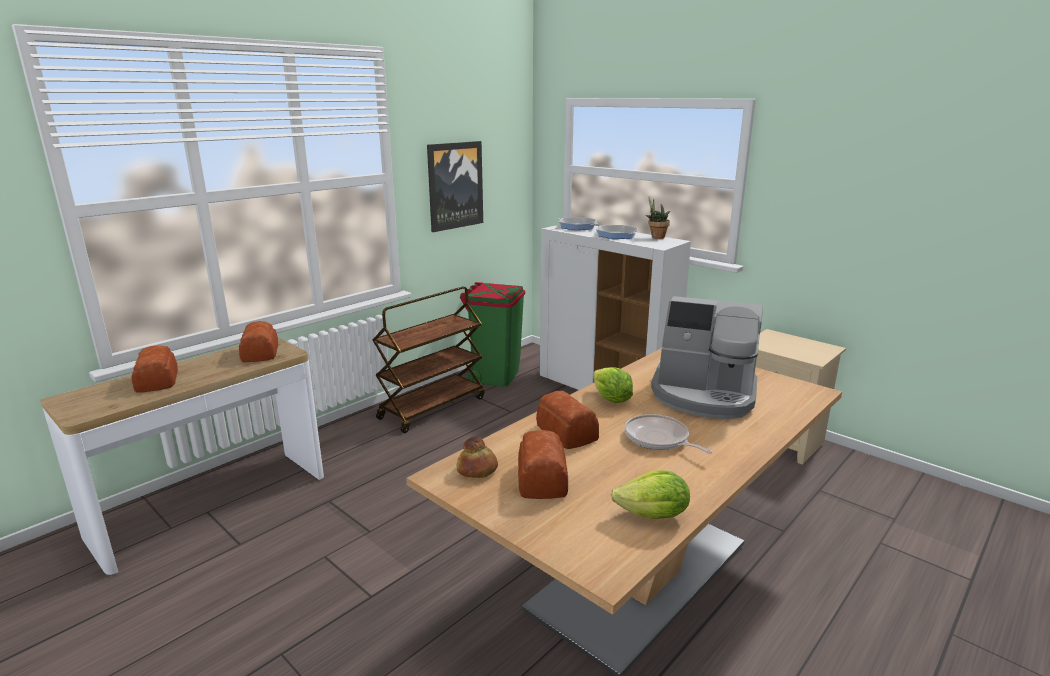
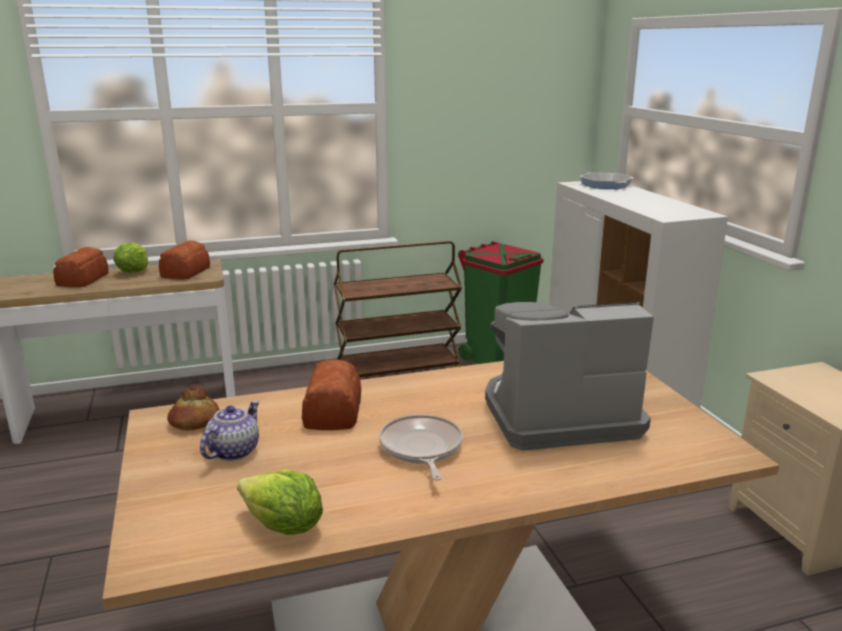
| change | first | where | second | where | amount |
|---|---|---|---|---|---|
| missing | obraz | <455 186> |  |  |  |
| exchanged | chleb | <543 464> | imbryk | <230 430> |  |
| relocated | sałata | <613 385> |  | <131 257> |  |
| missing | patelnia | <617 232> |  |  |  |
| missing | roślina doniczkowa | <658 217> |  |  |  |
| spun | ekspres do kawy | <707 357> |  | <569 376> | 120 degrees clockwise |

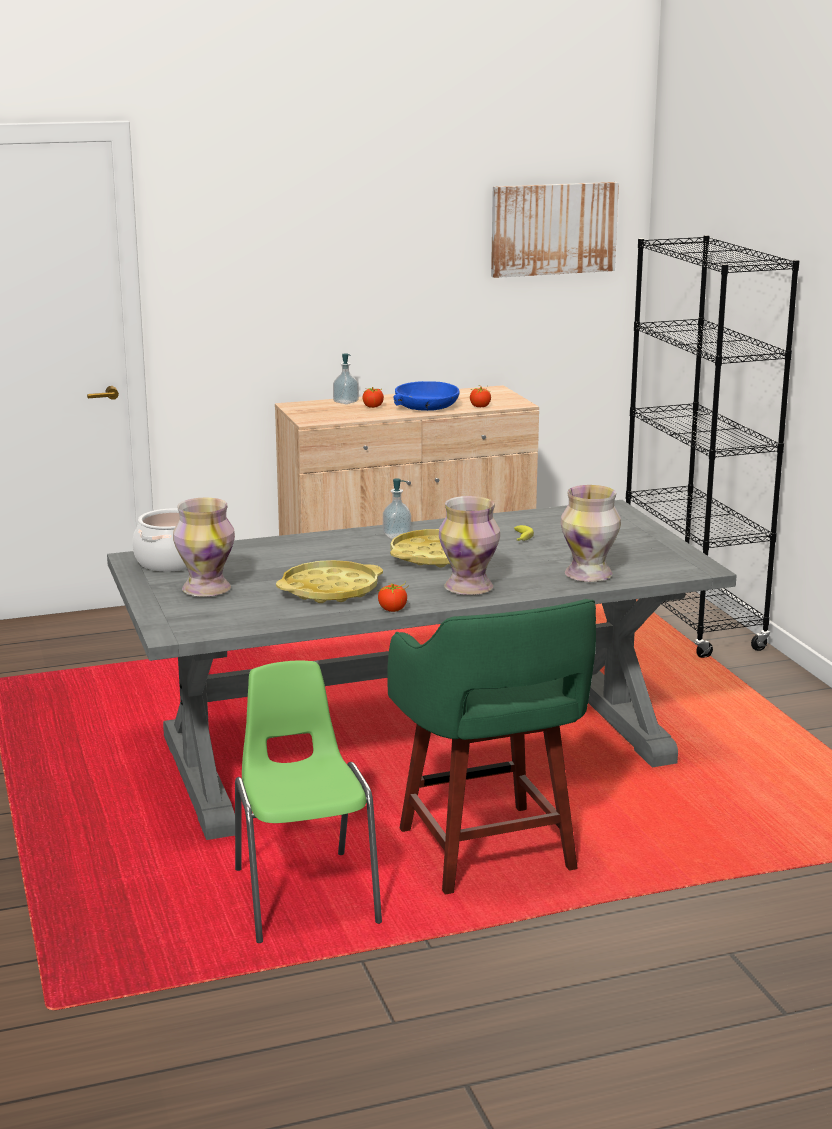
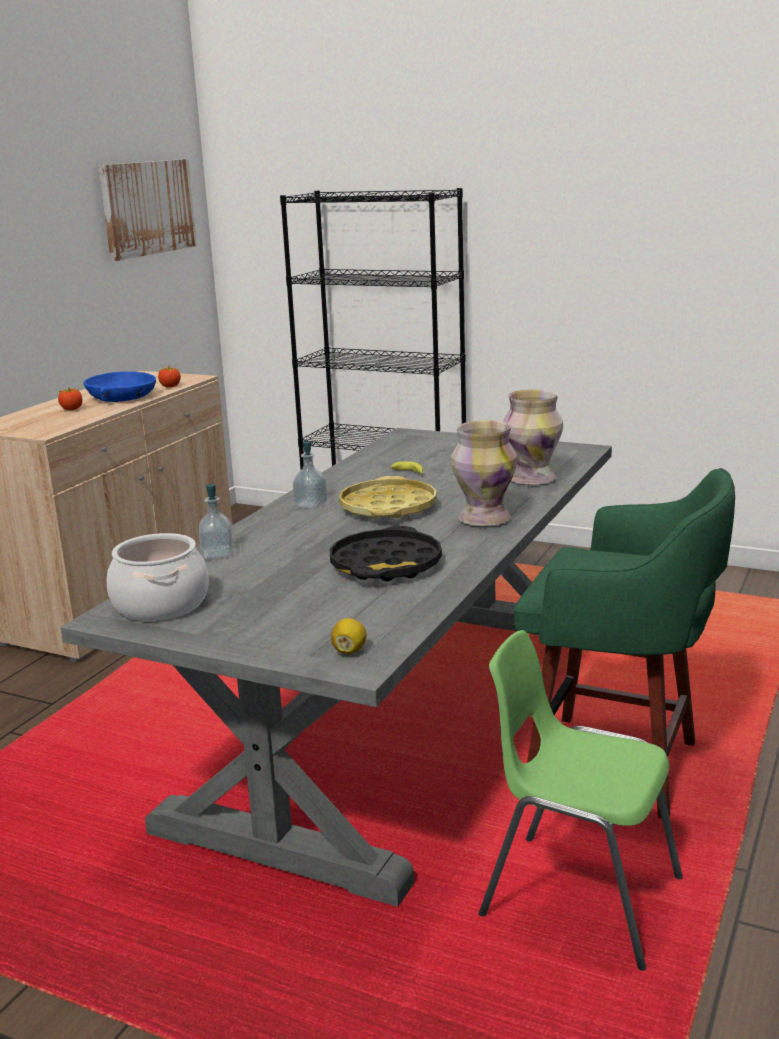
| change | first | where | second | where | amount |
|---|---|---|---|---|---|
| missing | wazon | <204 547> |  |  |  |
| colour | taca [żółty] | <329 581> | taca [czarny] | <386 553> |  |
| relocated | dozownik mydła | <346 378> |  | <216 522> |  |
| missing | pomidor | <393 597> |  |  |  |
| appeared |  |  | cytryna | <348 636> |  |

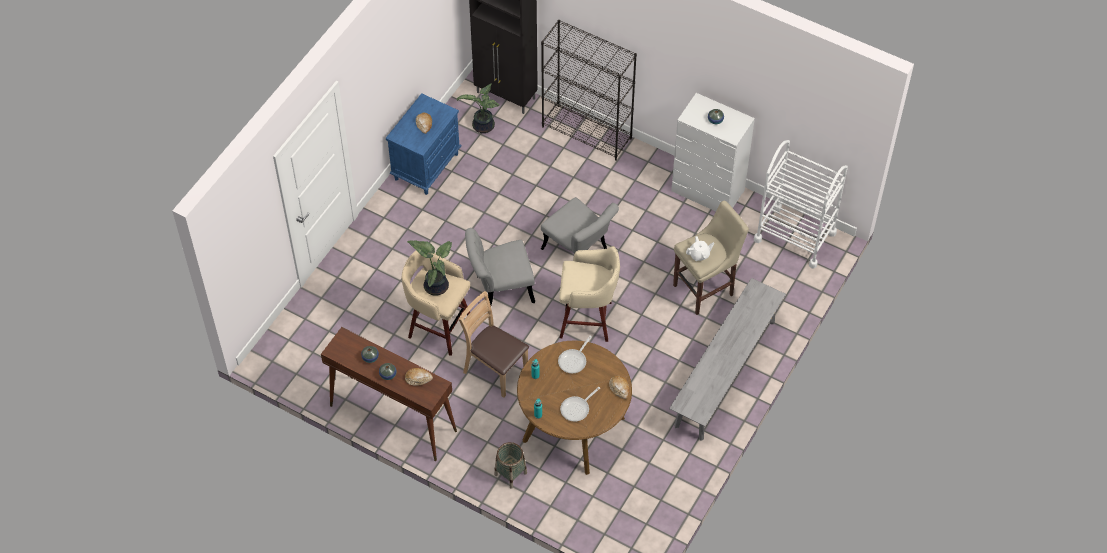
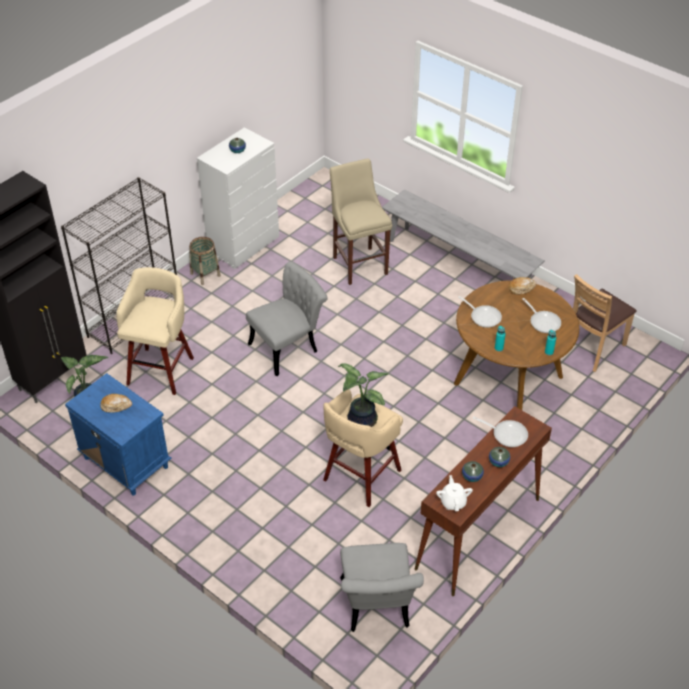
| change | first | where | second | where | amount |
|---|---|---|---|---|---|
| exchanged | chleb | <419 377> | patelnia | <500 432> |  |
| relocated | krzesło [brązowy] | <493 344> |  | <605 323> |  |
| relocated | krzesło [szary] | <500 266> |  | <382 587> |  |
| relocated | koszyk | <510 465> |  | <205 261> |  |
| relocated | stołek [beżowy] | <589 294> |  | <155 331> |  |
| relocated | imbryk [biały] | <700 248> |  | <454 493> |  |
| missing | wózek [biały] | <801 204> |  |  |  |

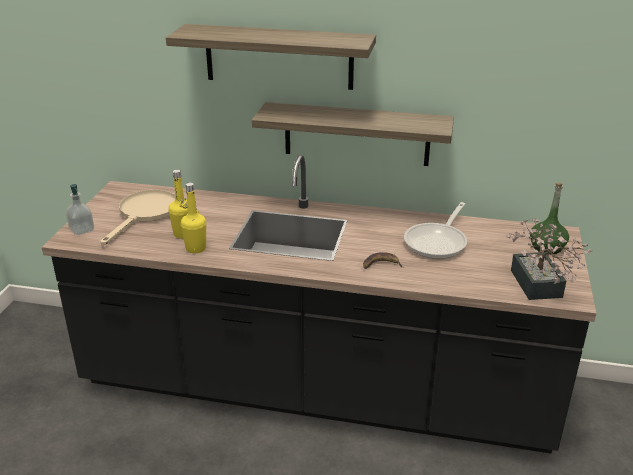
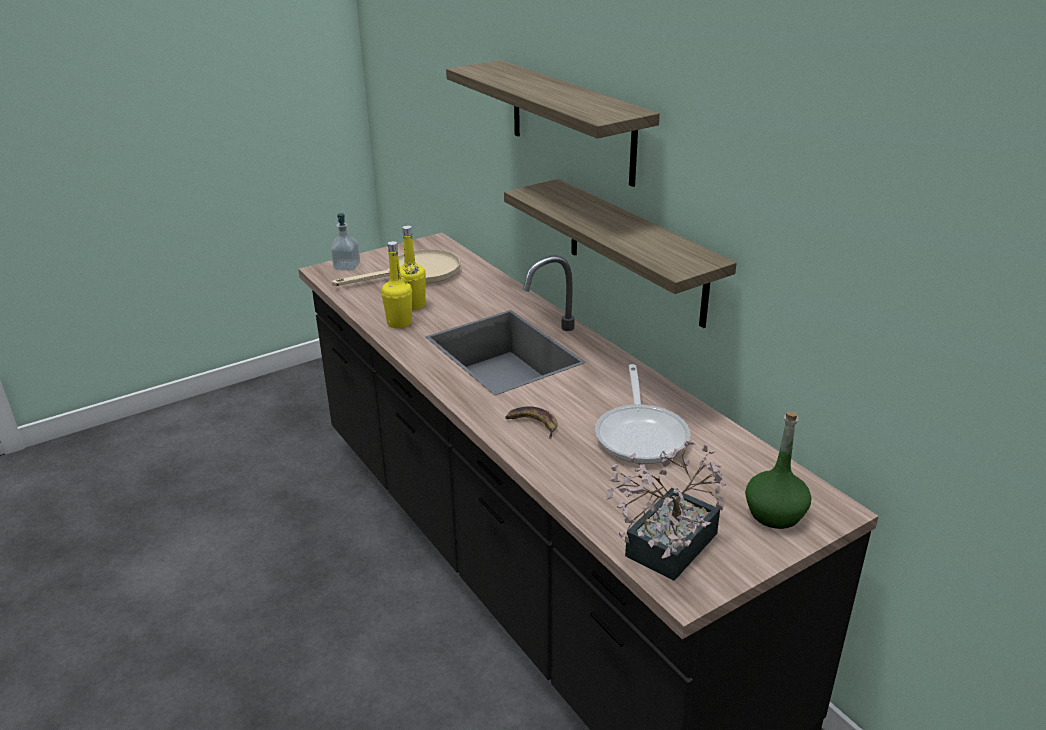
| change | first | where | second | where | amount |
|---|---|---|---|---|---|
| spun | patelnia | <435 230> |  | <643 414> | 75 degrees counterclockwise |

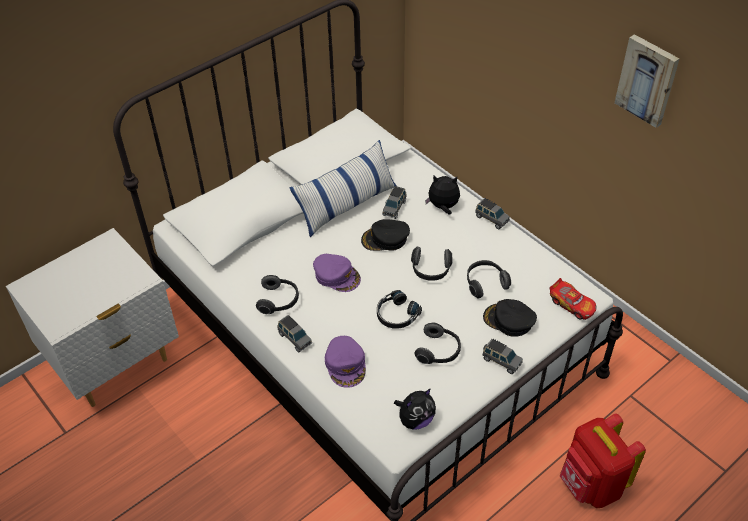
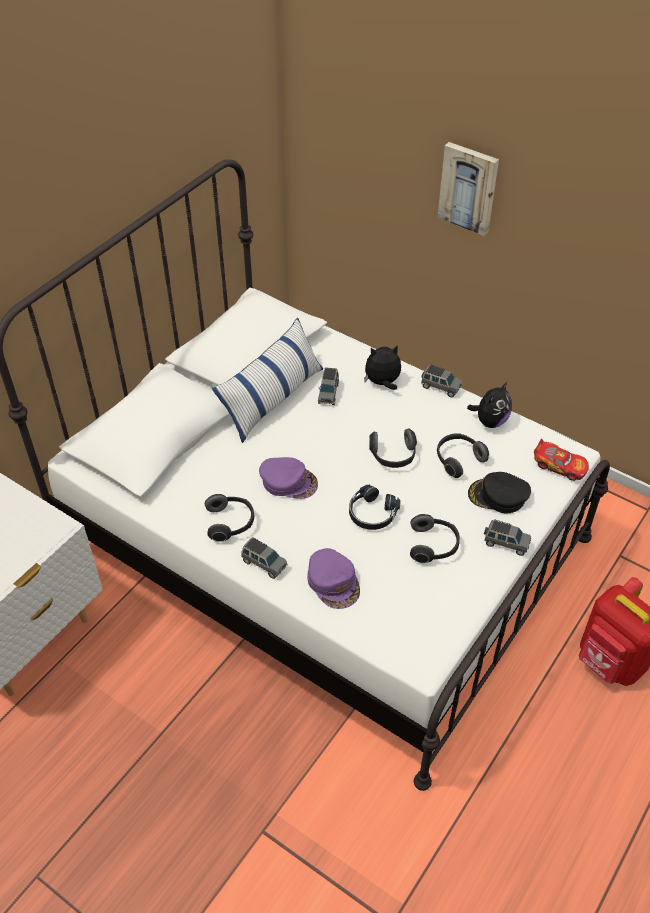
| change | first | where | second | where | amount |
|---|---|---|---|---|---|
| missing | czapka z daszkiem [czarny] | <385 235> |  |  |  |
| relocated | pluszak | <415 409> |  | <489 404> |  |
| relocated | obraz | <647 81> |  | <468 189> |  |

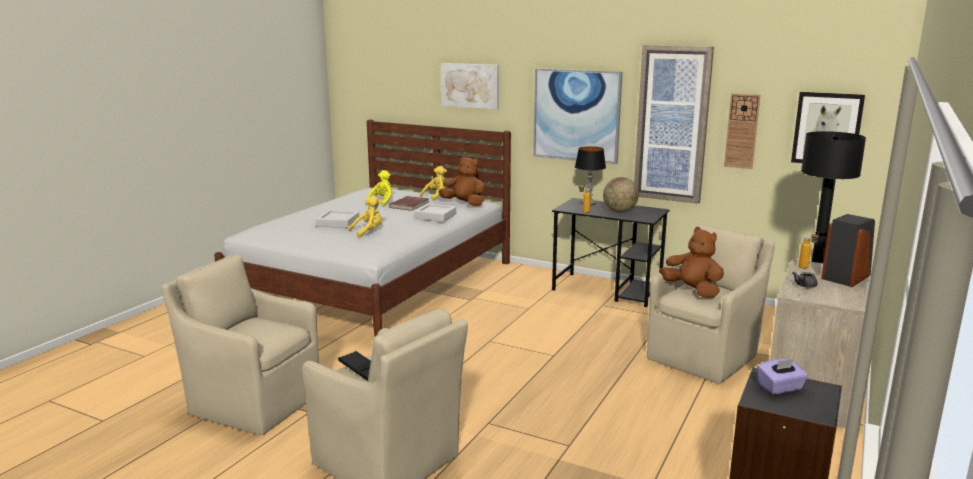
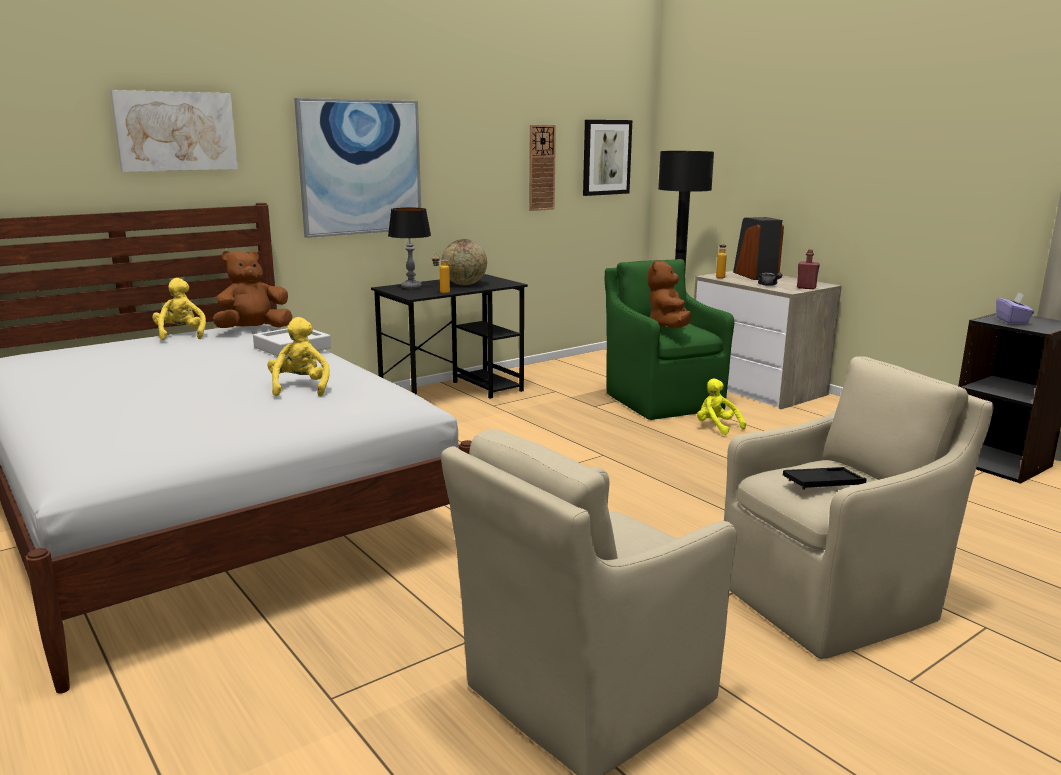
| change | first | where | second | where | amount |
|---|---|---|---|---|---|
| missing | taca [szary] | <337 219> |  |  |  |
| relocated | pluszak [żółty] | <379 188> |  | <721 406> |  |
| missing | książka [czerwony] | <409 203> |  |  |  |
| missing | obraz | <674 124> |  |  |  |
| colour | fotel [beżowy] | <711 304> | fotel [zielony] | <669 339> |  |
| spun | pluszak [brązowy] | <691 262> |  | <669 294> | 60 degrees counterclockwise |
| appeared |  |  | butelka [czerwony] | <808 269> |  |

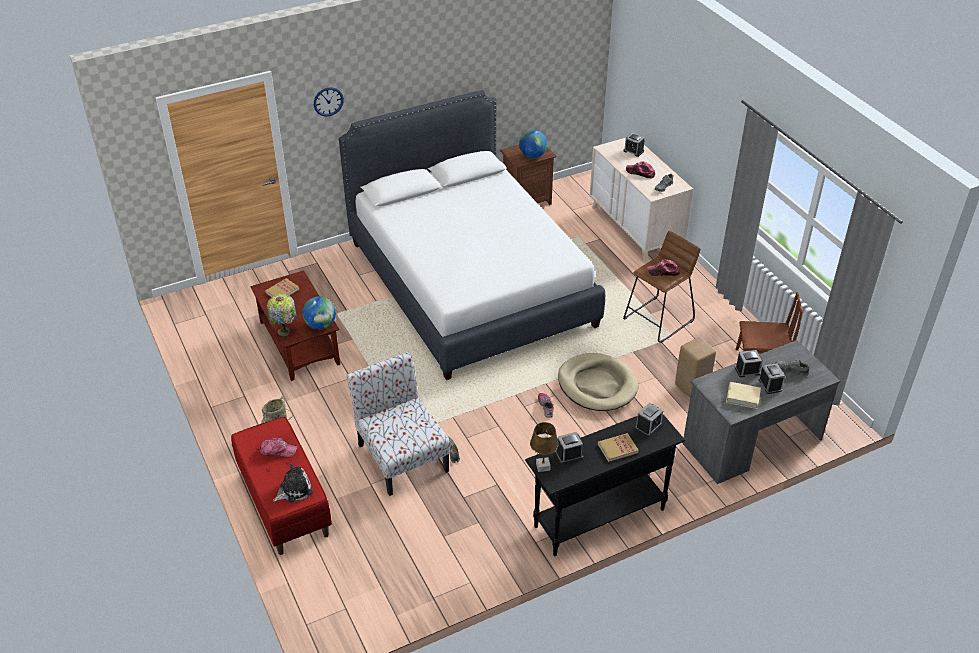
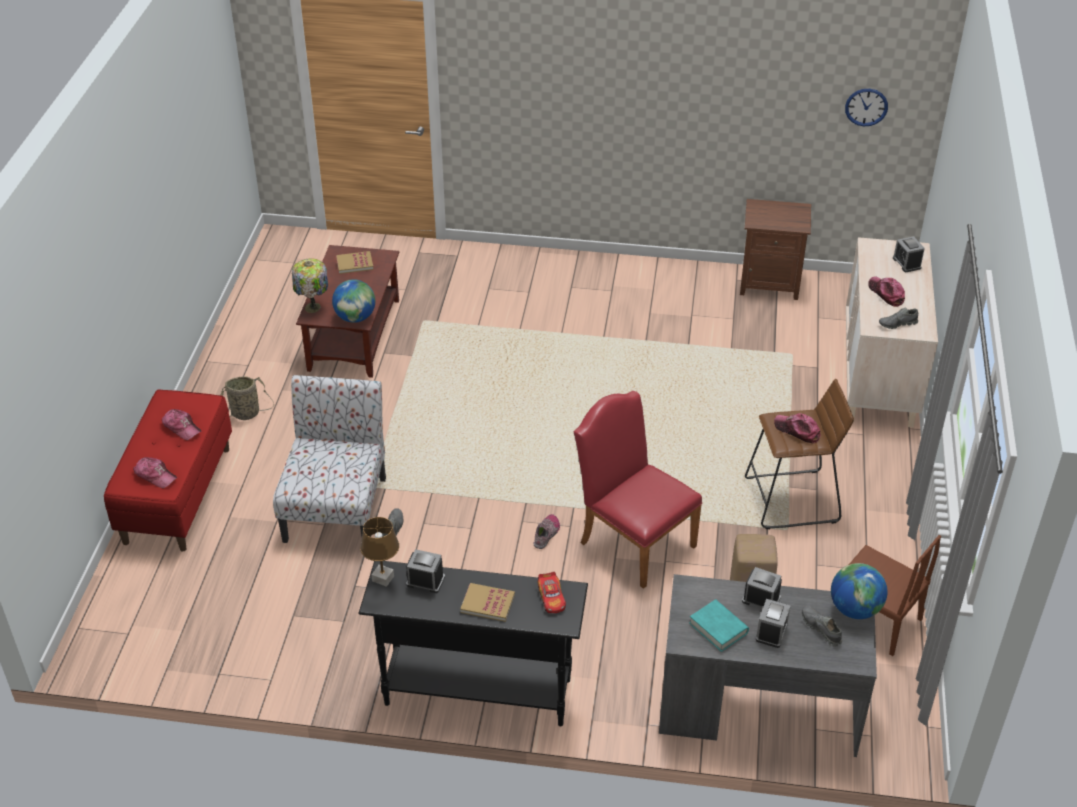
| change | first | where | second | where | amount |
|---|---|---|---|---|---|
| exchanged | pluszak | <293 483> | czapka z daszkiem | <155 472> |  |
| relocated | zegar ścienny | <329 102> |  | <866 107> |  |
| missing | łóżko [biały] | <472 235> |  |  |  |
| relocated | globus | <533 144> |  | <859 591> |  |
| exchanged | legowisko [beżowy] | <598 382> | krzesło [czerwony] | <638 490> |  |
| exchanged | budzik | <649 419> | samochodzik | <551 592> |  |
| colour | książka [beżowy] | <743 395> | książka [turkusowy] | <719 625> |  |

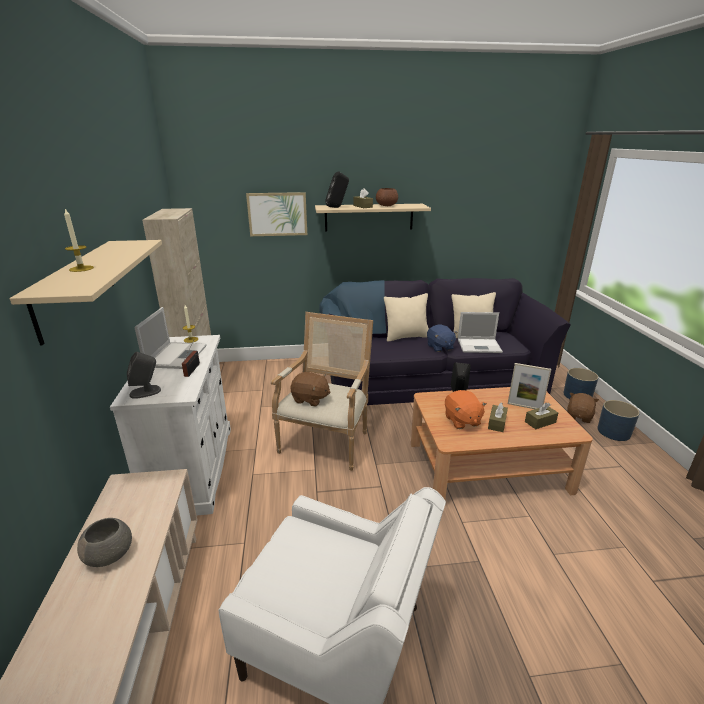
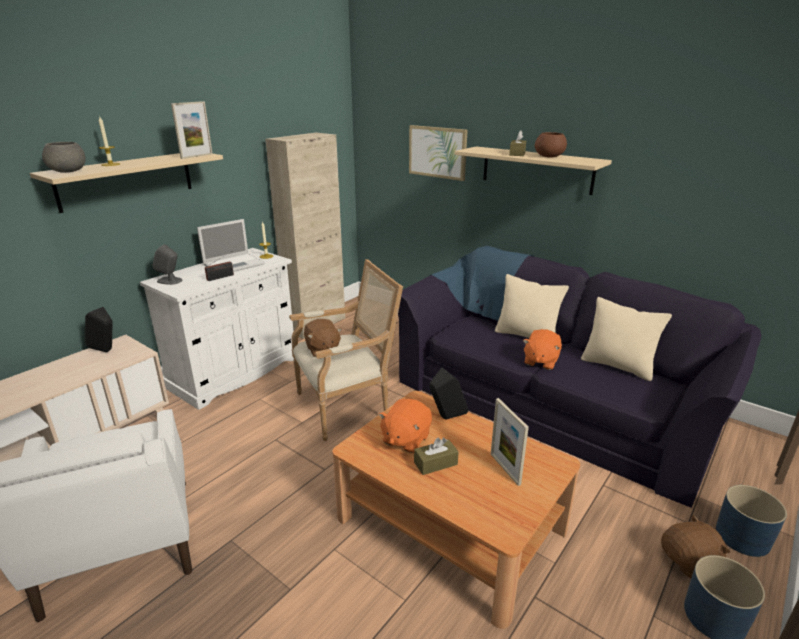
| change | first | where | second | where | amount |
|---|---|---|---|---|---|
| relocated | miska [szary] | <104 542> |  | <64 157> |  |
| relocated | głośnik [czarny] | <337 190> |  | <98 329> |  |
| colour | pluszak [niebieski] | <442 338> | pluszak [pomarańczowy] | <542 349> |  |
| missing | laptop | <480 332> |  |  |  |
| missing | pudełko chusteczek [brązowy] | <541 416> |  |  |  |
| appeared |  |  | ramka na zdjęcie | <192 130> |  |

